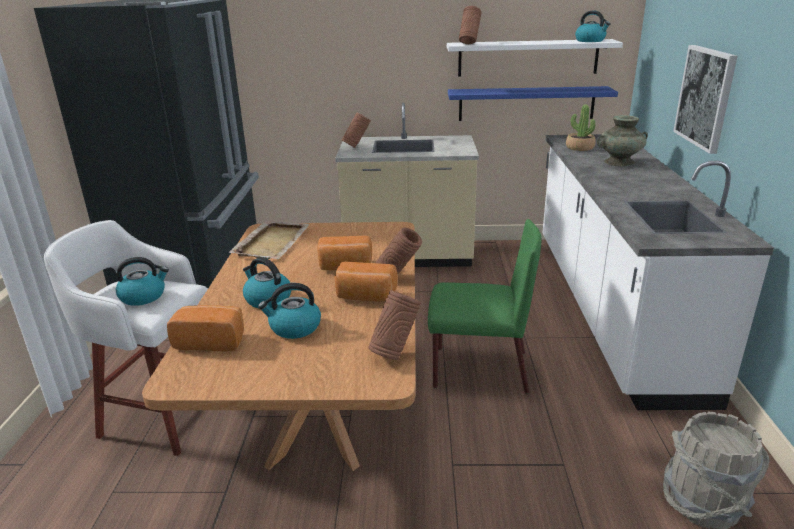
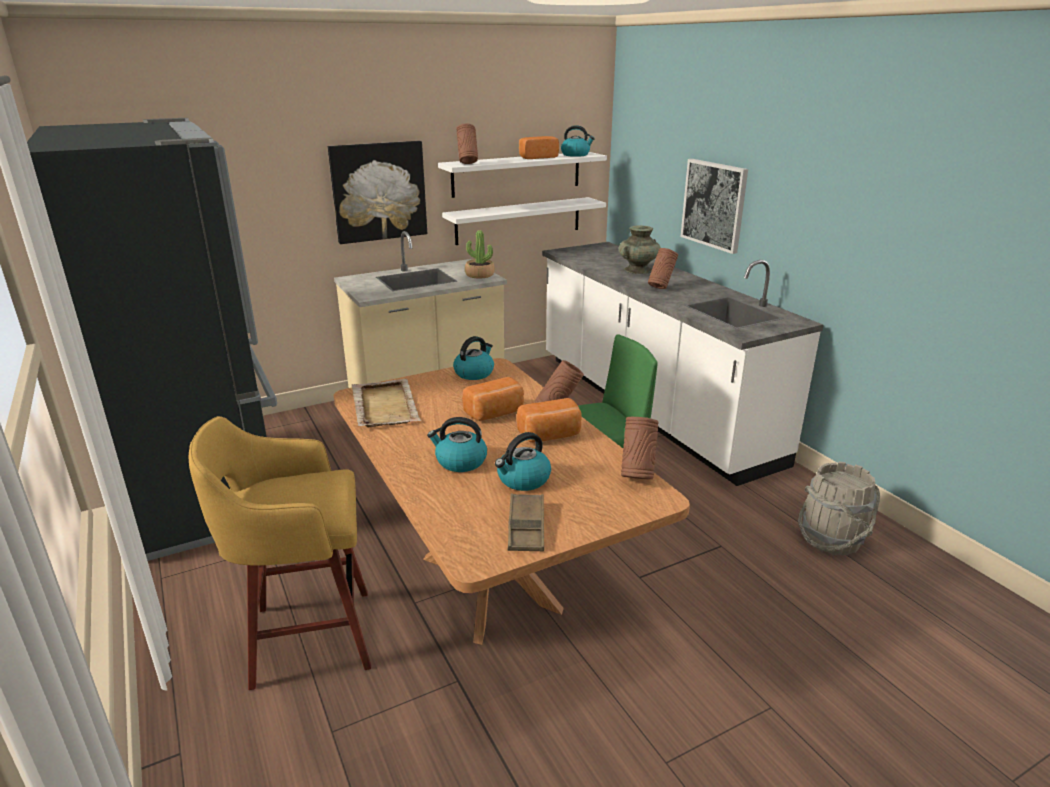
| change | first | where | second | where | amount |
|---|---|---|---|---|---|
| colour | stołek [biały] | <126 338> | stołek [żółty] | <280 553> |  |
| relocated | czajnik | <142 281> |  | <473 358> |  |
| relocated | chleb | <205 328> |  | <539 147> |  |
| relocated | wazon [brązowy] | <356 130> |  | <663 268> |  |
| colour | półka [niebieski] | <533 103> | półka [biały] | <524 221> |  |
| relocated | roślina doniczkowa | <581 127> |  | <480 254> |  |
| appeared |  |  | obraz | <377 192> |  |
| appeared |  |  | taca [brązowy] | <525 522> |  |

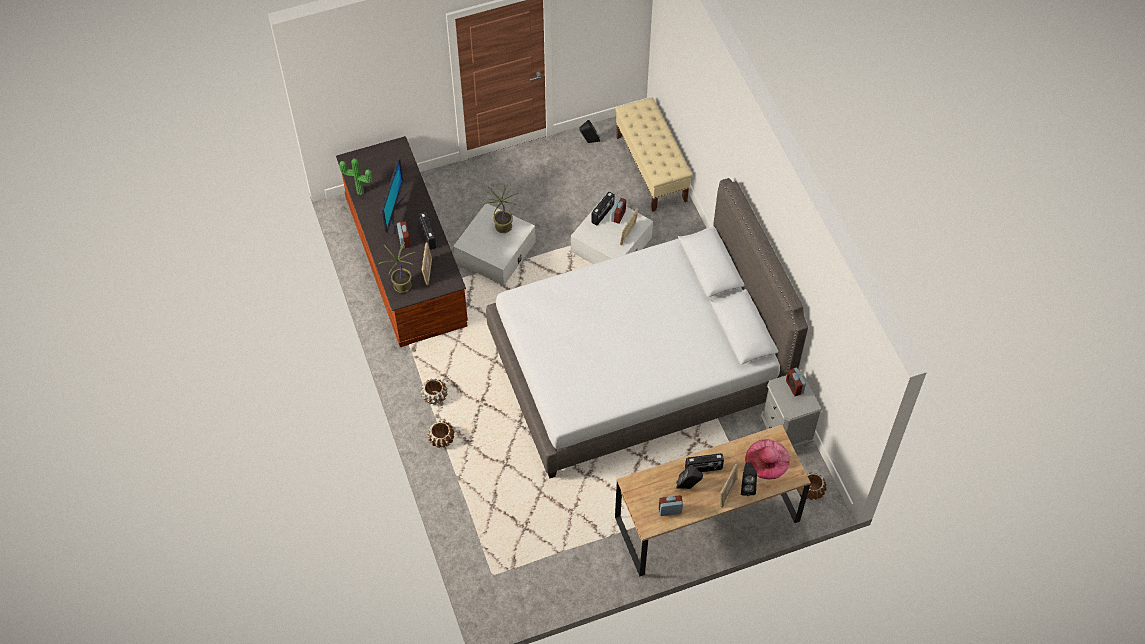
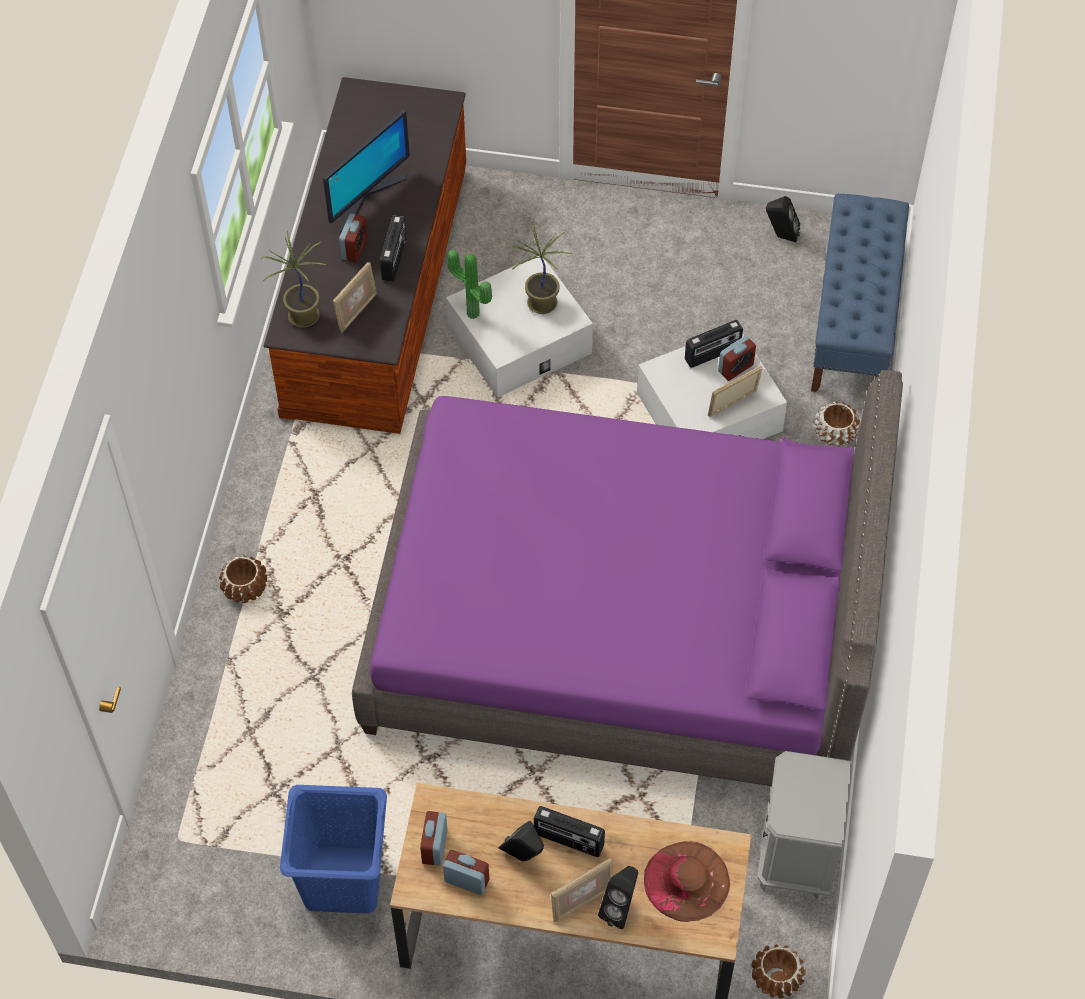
| change | first | where | second | where | amount |
|---|---|---|---|---|---|
| relocated | roślina doniczkowa | <356 176> |  | <469 284> |  |
| relocated | donica [brązowy] | <433 392> |  | <836 423> |  |
| colour | łóżko [szary] | <647 328> | łóżko [fioletowy] | <627 578> |  |
| colour | ławka [beżowy] | <653 154> | ławka [niebieski] | <860 293> |  |
| colour | kapelusz [różowy] | <767 459> | kapelusz [brązowy] | <687 881> |  |
| relocated | budzik | <796 382> |  | <434 838> |  |
| appeared |  |  | kosz na pranie [niebieski] | <333 849> |  |

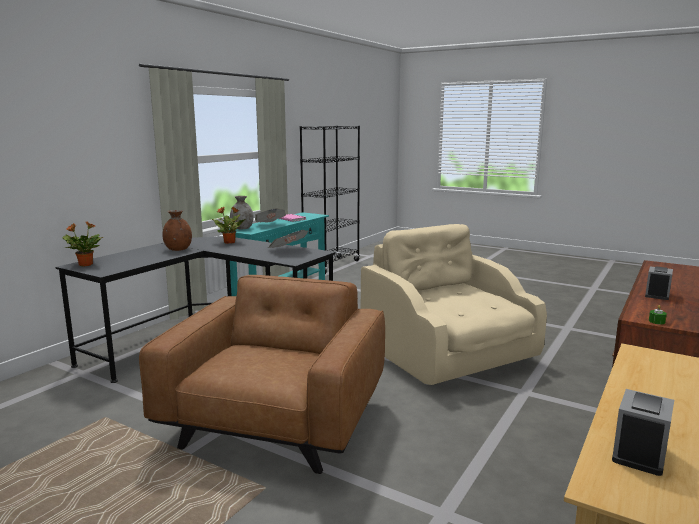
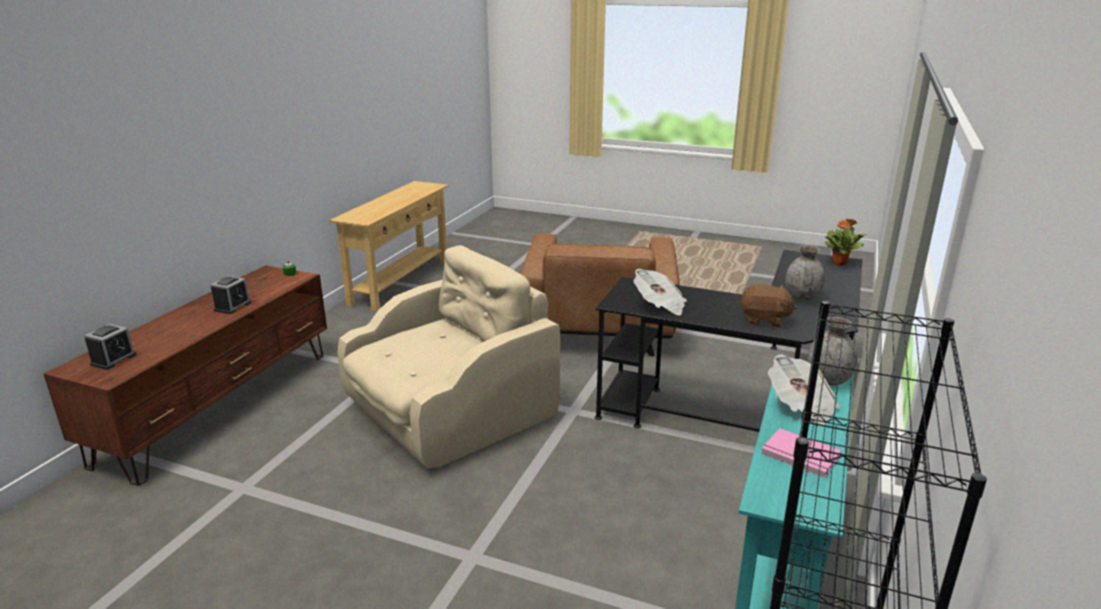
| change | first | where | second | where | amount |
|---|---|---|---|---|---|
| colour | wazon [brązowy] | <177 230> | wazon [szary] | <805 272> |  |
| exchanged | roślina doniczkowa | <228 225> | pluszak [brązowy] | <768 305> |  |
| spun | fotel [beżowy] | <454 304> |  | <448 357> | 90 degrees counterclockwise |
| relocated | budzik | <643 432> |  | <110 347> |  |

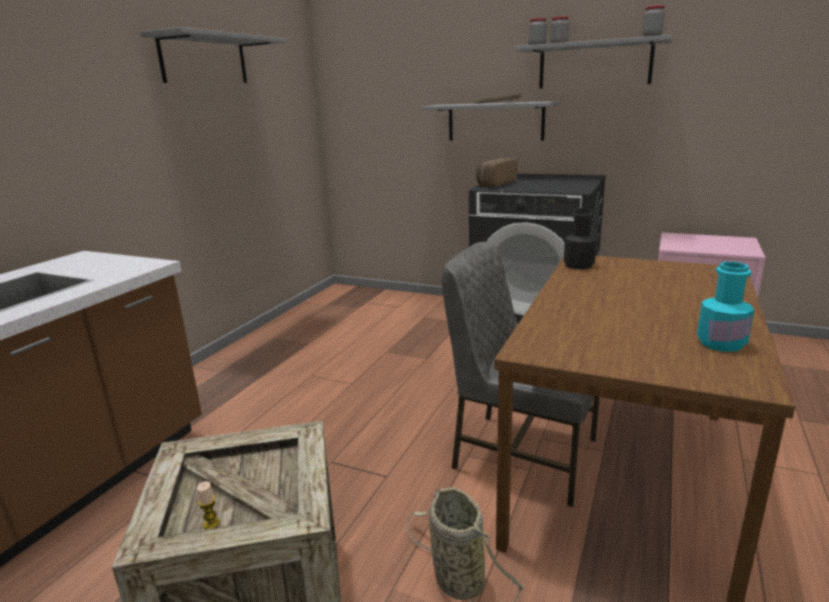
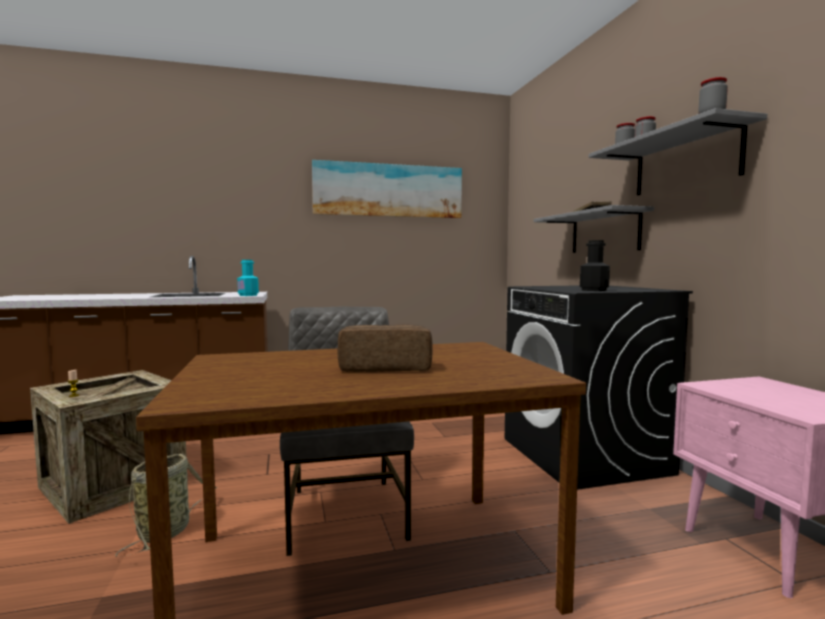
| change | first | where | second | where | amount |
|---|---|---|---|---|---|
| exchanged | półka [szary] | <213 55> | obraz | <387 189> |  |
| relocated | chleb | <496 172> |  | <385 348> |  |
| relocated | butelka [czarny] | <580 238> |  | <595 265> |  |
| relocated | butelka [turkusowy] | <725 307> |  | <248 278> |  |

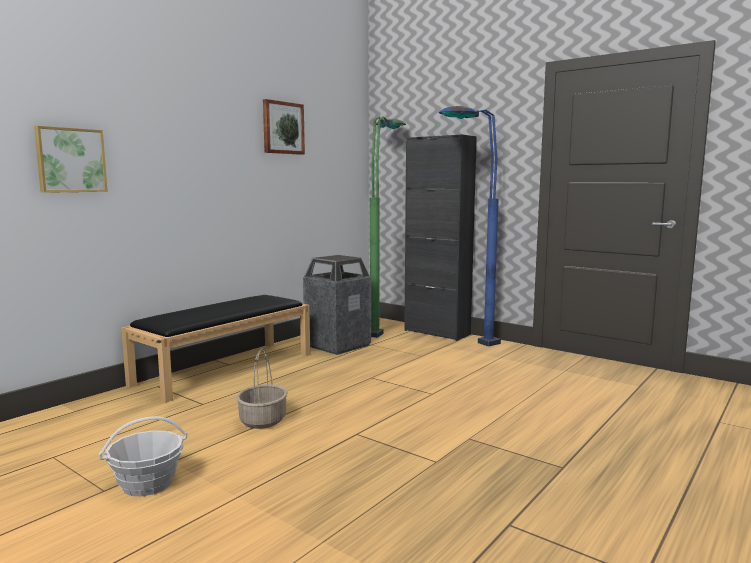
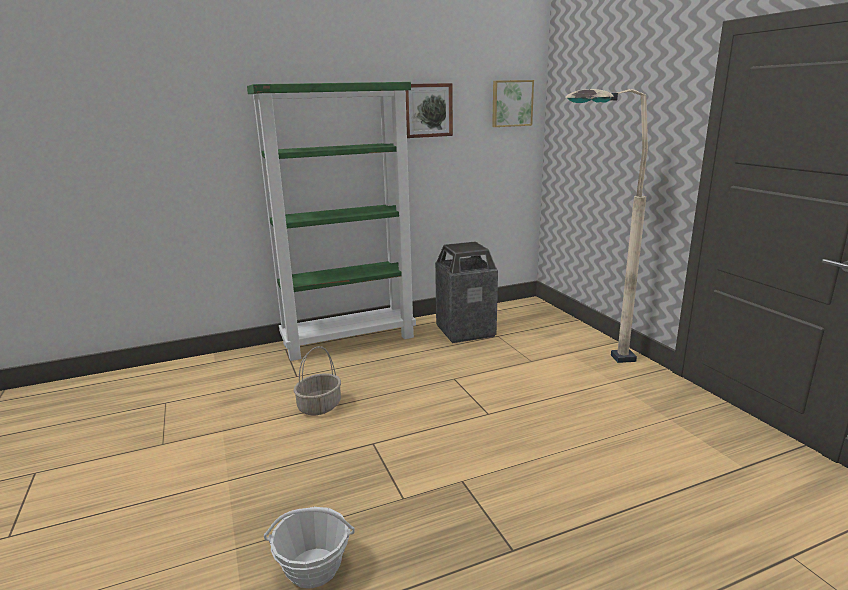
| change | first | where | second | where | amount |
|---|---|---|---|---|---|
| relocated | obraz | <71 159> |  | <513 103> |  |
| relocated | koszyk | <143 456> |  | <309 548> |  |
| exchanged | ławka [czarny] | <215 348> | regał [zielony] | <331 221> |  |
| missing | lampa stojąca [zielony] | <388 227> |  |  |  |
| missing | szafka [czarny] | <440 237> |  |  |  |
| colour | lampa stojąca [niebieski] | <470 226> | lampa stojąca [beżowy] | <606 226> |  |

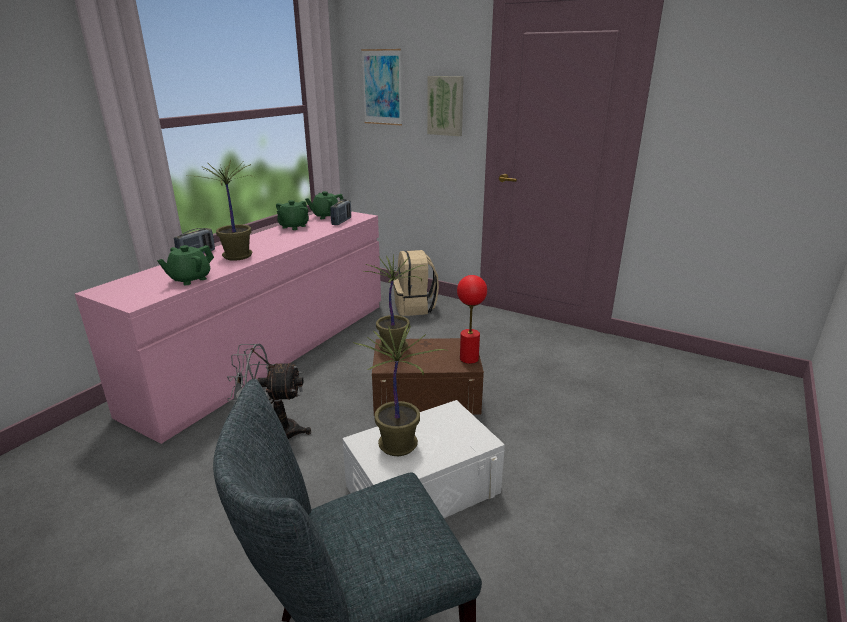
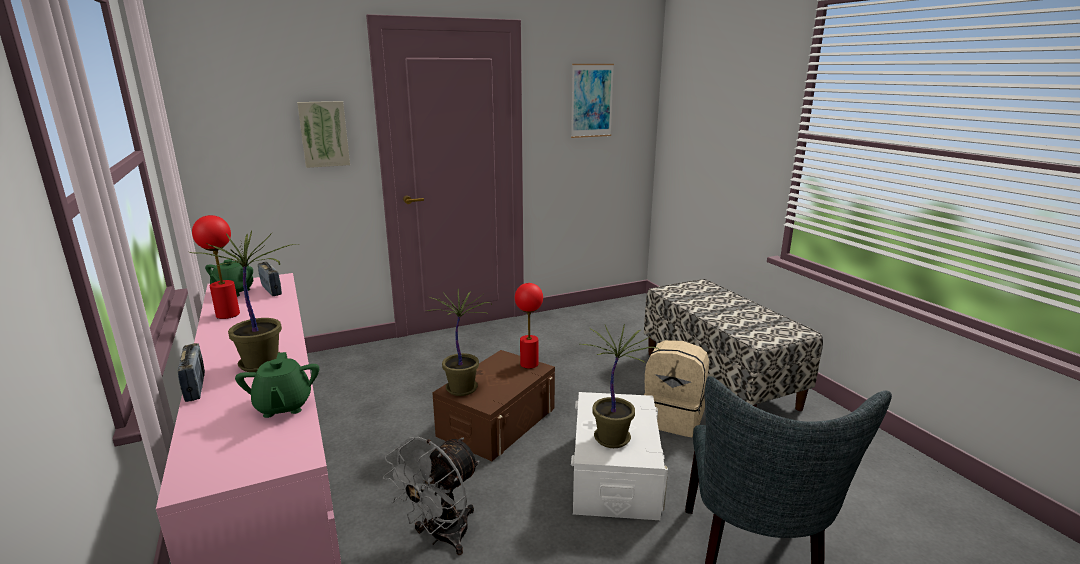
| change | first | where | second | where | amount |
|---|---|---|---|---|---|
| exchanged | imbryk [zielony] | <292 215> | lampa stołowa [czerwony] | <216 267> |  |
| relocated | obraz | <381 87> |  | <592 101> |  |
| relocated | plecak [beżowy] | <416 283> |  | <676 388> |  |
| appeared |  |  | ławka | <733 345> |  |

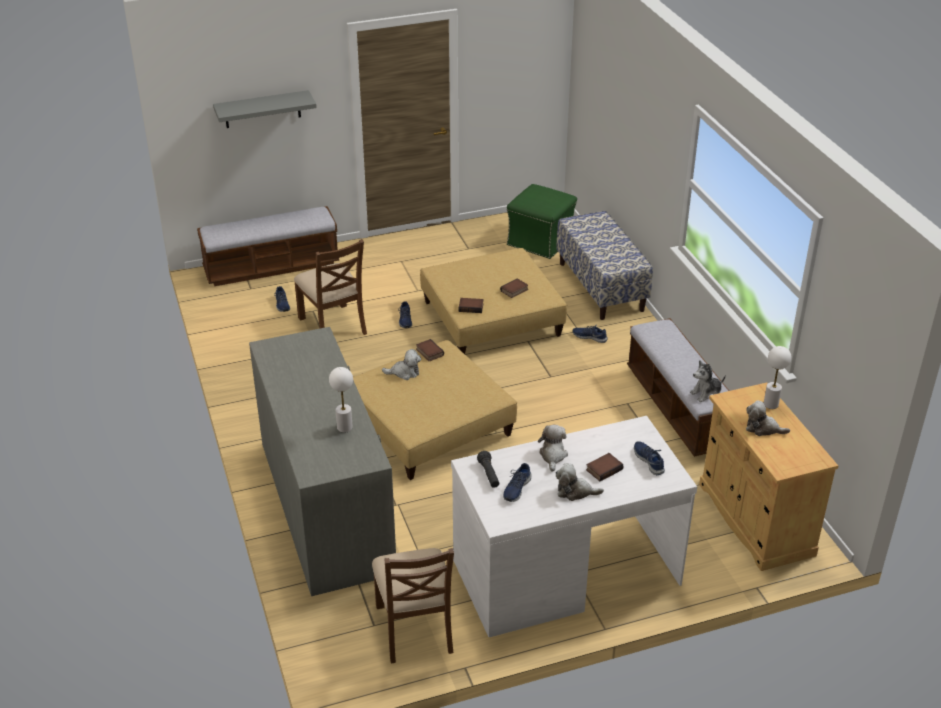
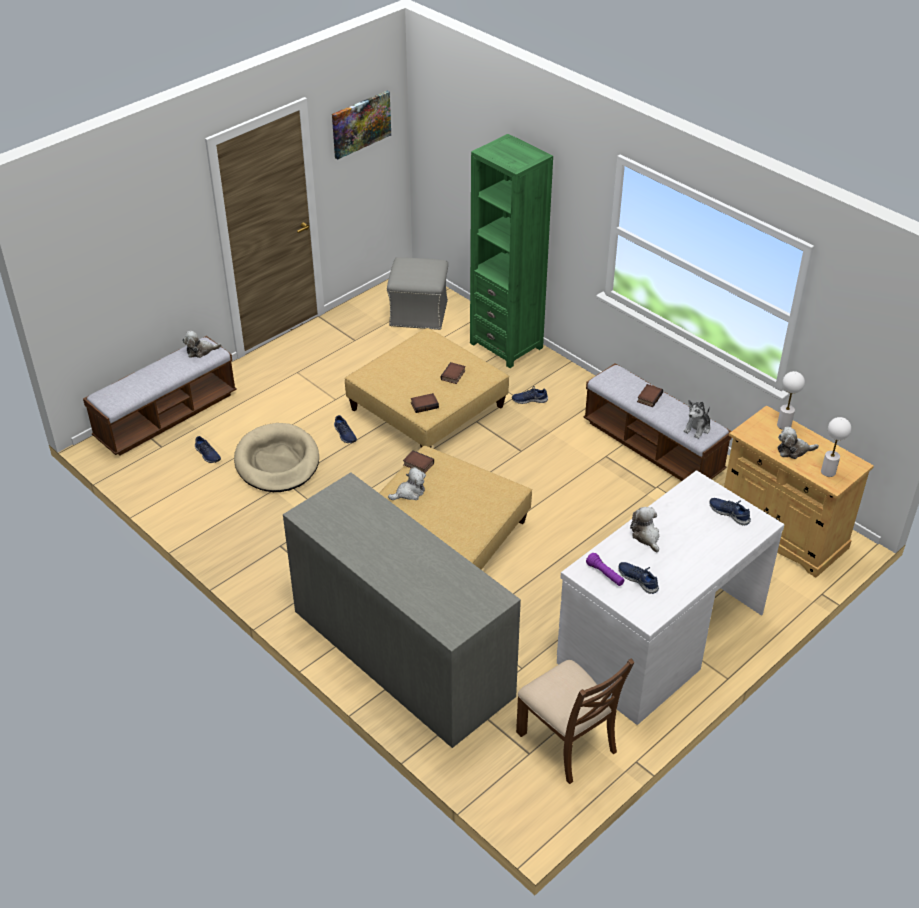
| change | first | where | second | where | amount |
|---|---|---|---|---|---|
| missing | półka [szary] | <265 109> |  |  |  |
| exchanged | krzesło [brązowy] | <330 287> | legowisko [beżowy] | <276 457> |  |
| relocated | lampa stołowa [biały] | <341 400> |  | <836 447> |  |
| colour | latarka [czarny] | <488 469> | latarka [fioletowy] | <605 569> |  |
| spun | but [niebieski] | <517 482> |  | <638 578> | 135 degrees clockwise |
| colour | pufa [zielony] | <542 221> | pufa [szary] | <417 293> |  |
| exchanged | ławka | <604 265> | regał [zielony] | <511 251> |  |
| relocated | pluszak | <580 482> |  | <202 344> |  |
| relocated | książka | <605 467> |  | <650 395> |  |
| appeared |  |  | obraz | <361 125> |  |

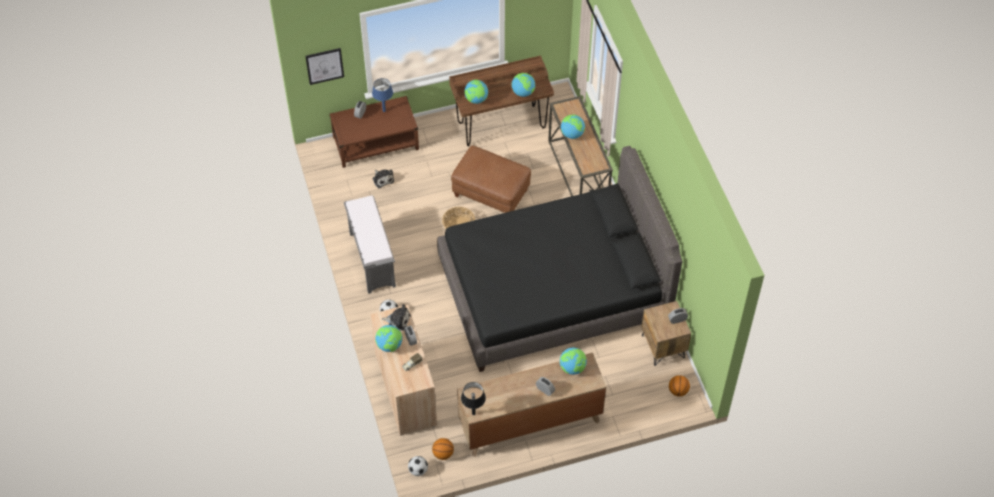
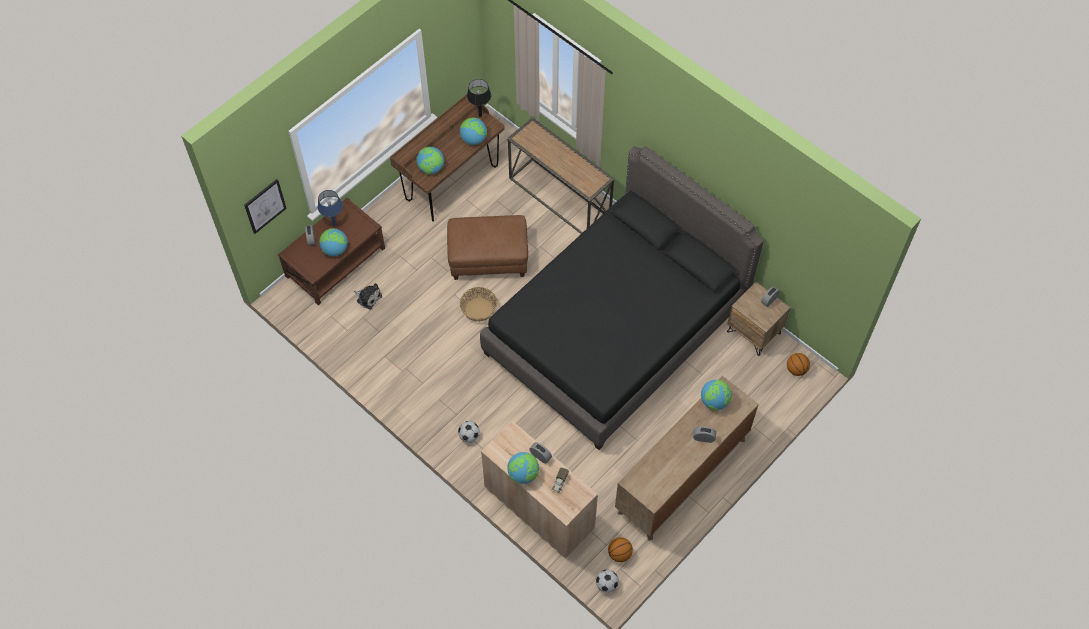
| change | first | where | second | where | amount |
|---|---|---|---|---|---|
| missing | ławka [szary] | <370 245> |  |  |  |
| missing | pluszak | <396 317> |  |  |  |
| relocated | lampa stołowa [czarny] | <473 398> |  | <479 98> |  |
| relocated | globus | <573 126> |  | <333 242> |  |

